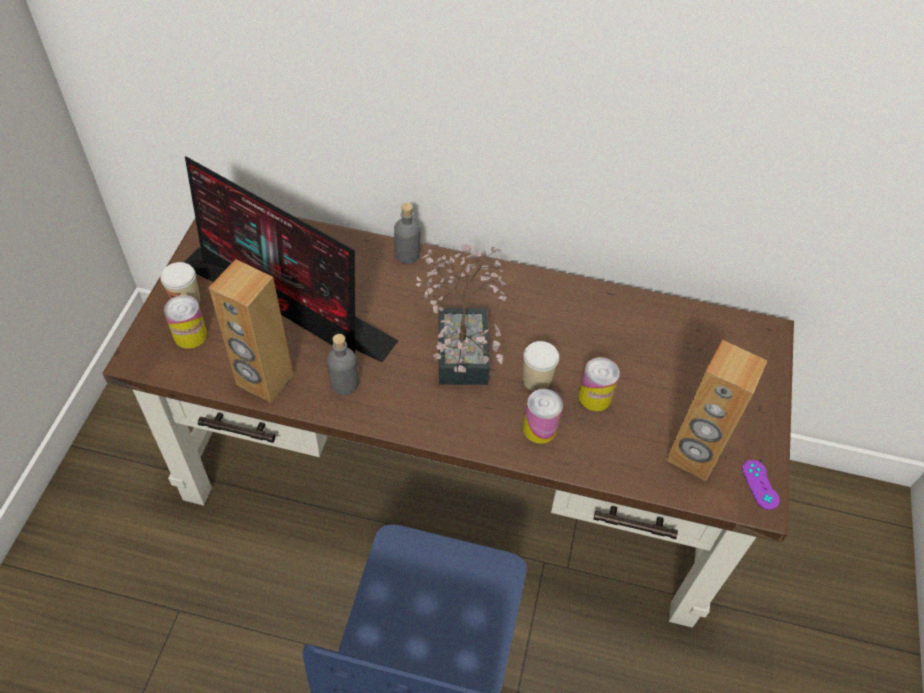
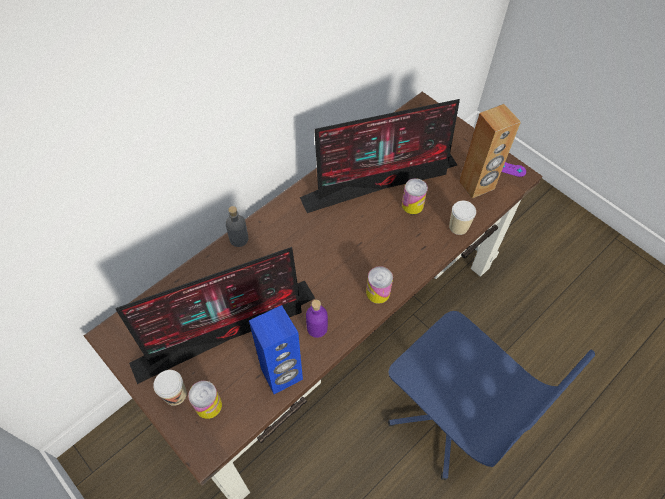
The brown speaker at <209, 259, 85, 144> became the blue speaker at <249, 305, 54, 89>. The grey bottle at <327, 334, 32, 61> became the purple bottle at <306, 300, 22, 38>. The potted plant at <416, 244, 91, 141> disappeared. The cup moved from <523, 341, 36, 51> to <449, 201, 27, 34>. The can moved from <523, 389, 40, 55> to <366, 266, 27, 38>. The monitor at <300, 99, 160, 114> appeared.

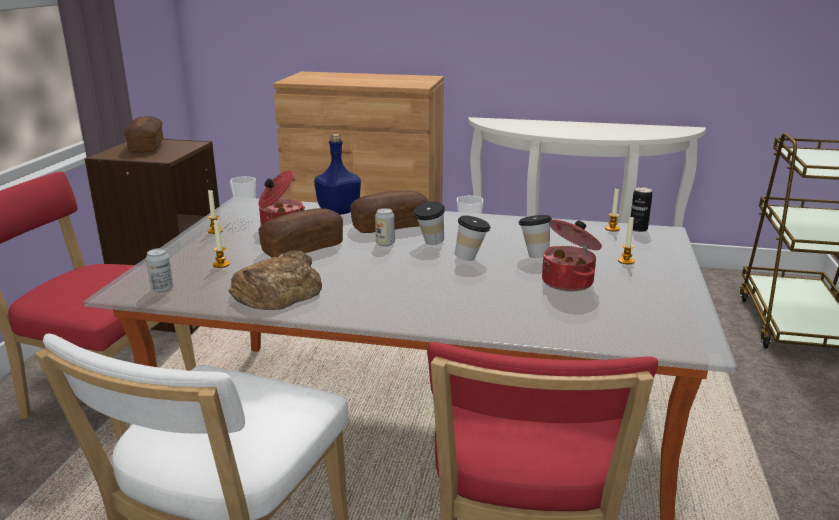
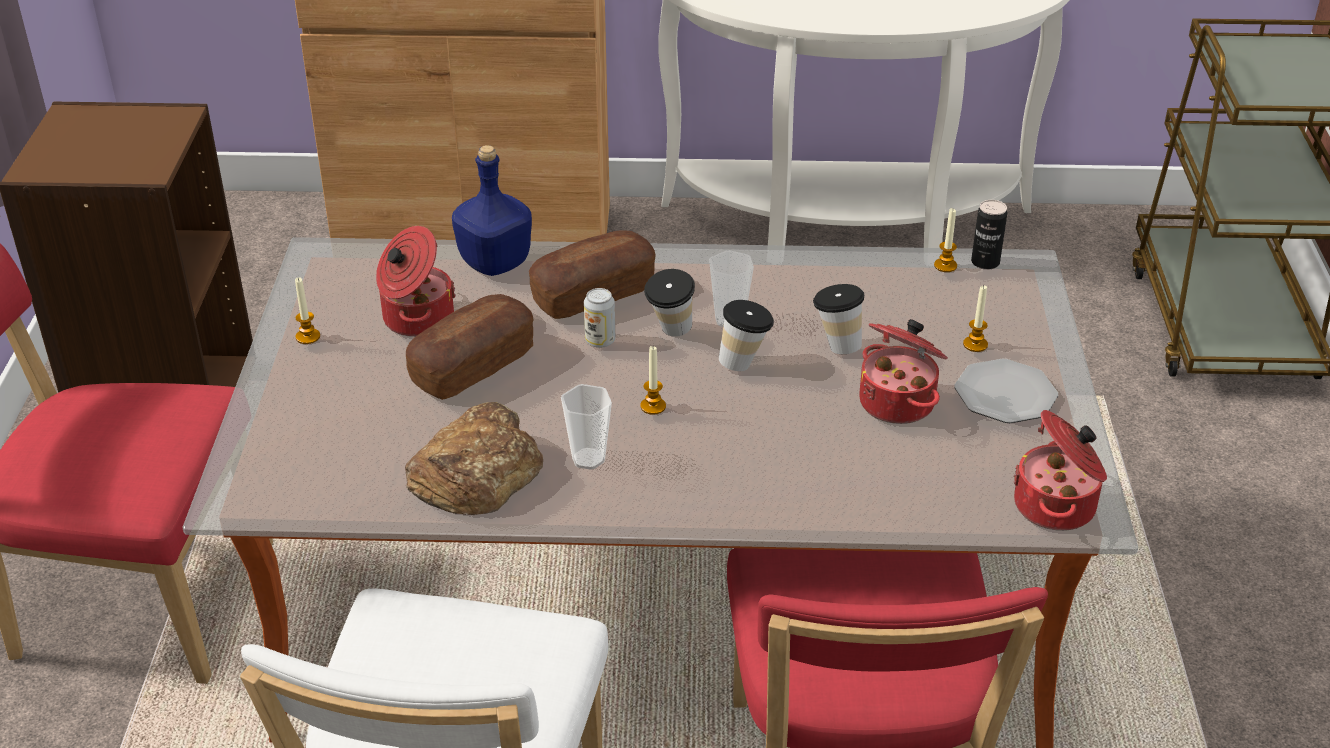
The bread at <124, 116, 39, 37> disappeared. The can at <146, 248, 27, 45> disappeared. The candle moved from <213, 220, 17, 48> to <640, 346, 26, 69>. The cup moved from <230, 176, 26, 45> to <561, 384, 51, 86>. The plate at <954, 359, 104, 64> appeared. The cooking pot at <1014, 410, 93, 121> appeared.

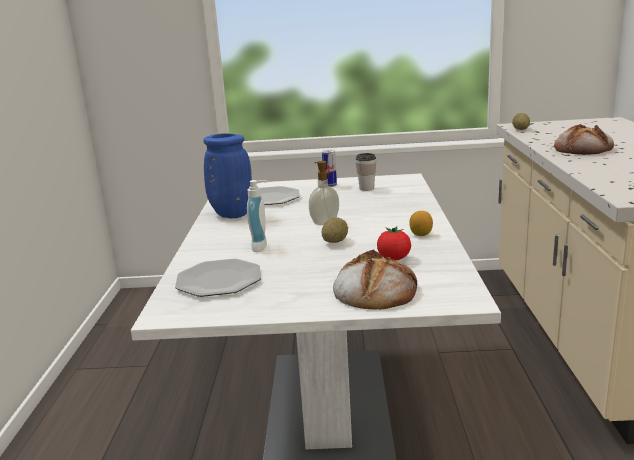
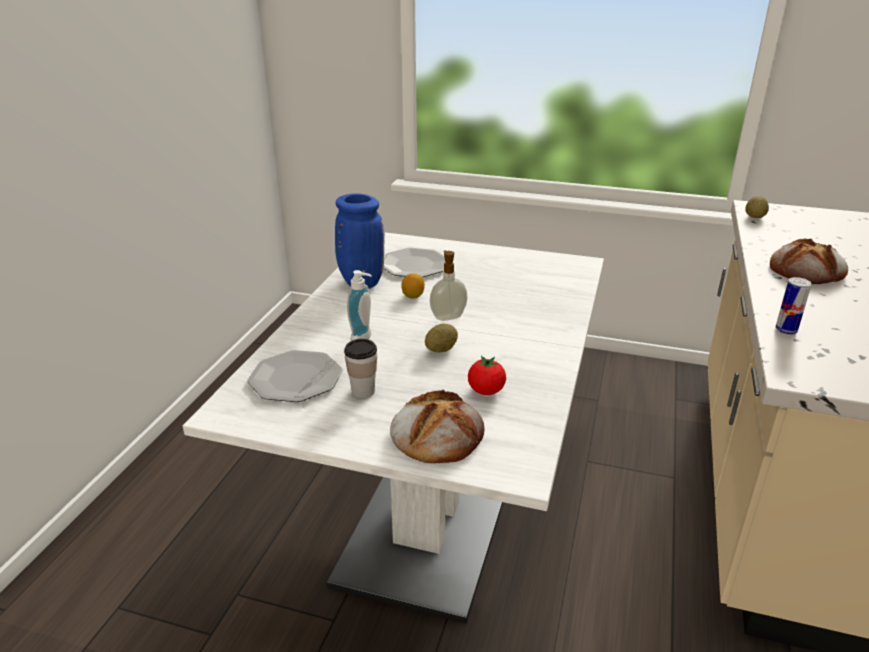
The can moved from <322, 150, 15, 37> to <775, 277, 37, 58>. The cup moved from <356, 153, 20, 38> to <344, 339, 33, 59>. The lemon moved from <409, 211, 24, 25> to <401, 273, 24, 26>.

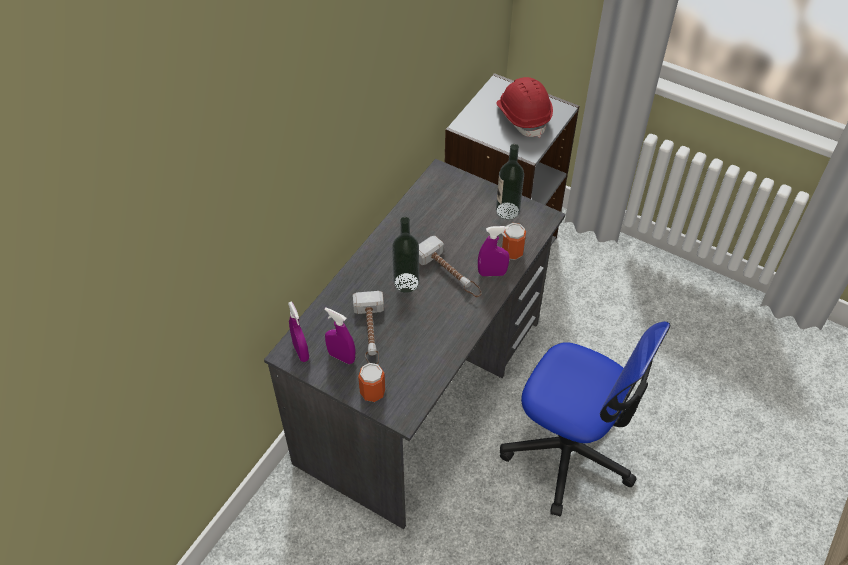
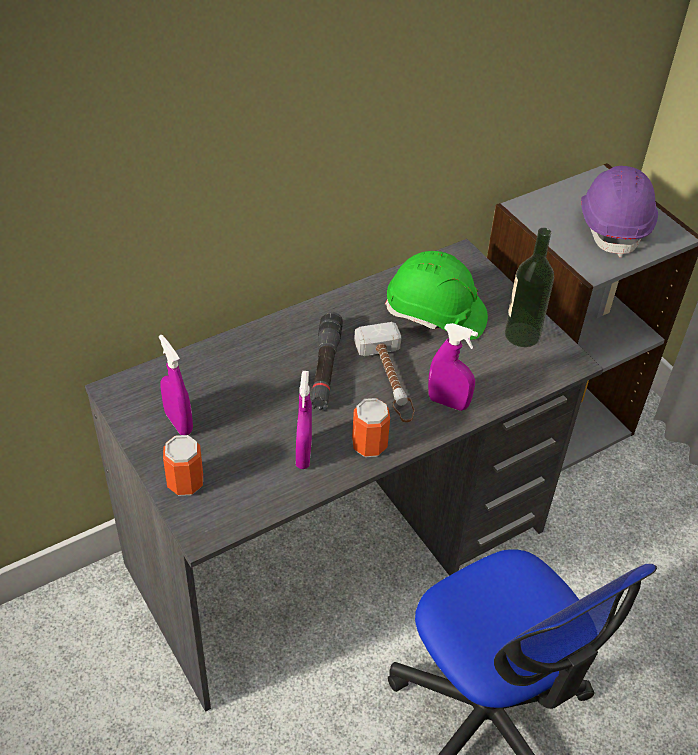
The purple spray bottle moved from <288, 301, 21, 61> to <296, 371, 16, 98>. The hammer at <353, 291, 31, 73> disappeared. The bottle at <392, 217, 27, 76> was replaced by the black flashlight at <311, 312, 32, 98>. The red hard hat at <497, 77, 56, 61> became the purple hard hat at <581, 166, 77, 92>. The can moved from <502, 223, 24, 37> to <352, 398, 38, 59>. The green hard hat at <385, 251, 103, 89> appeared.

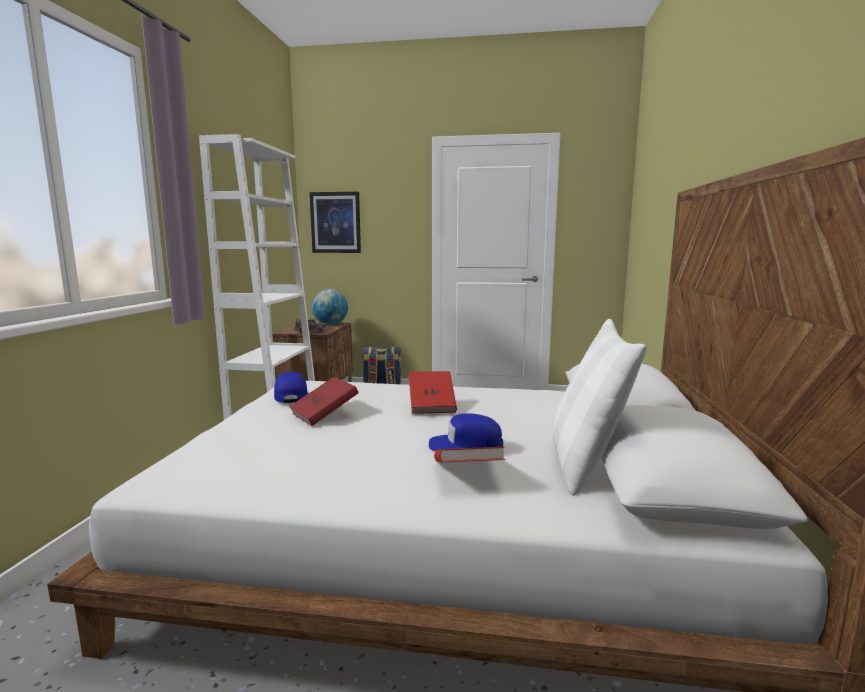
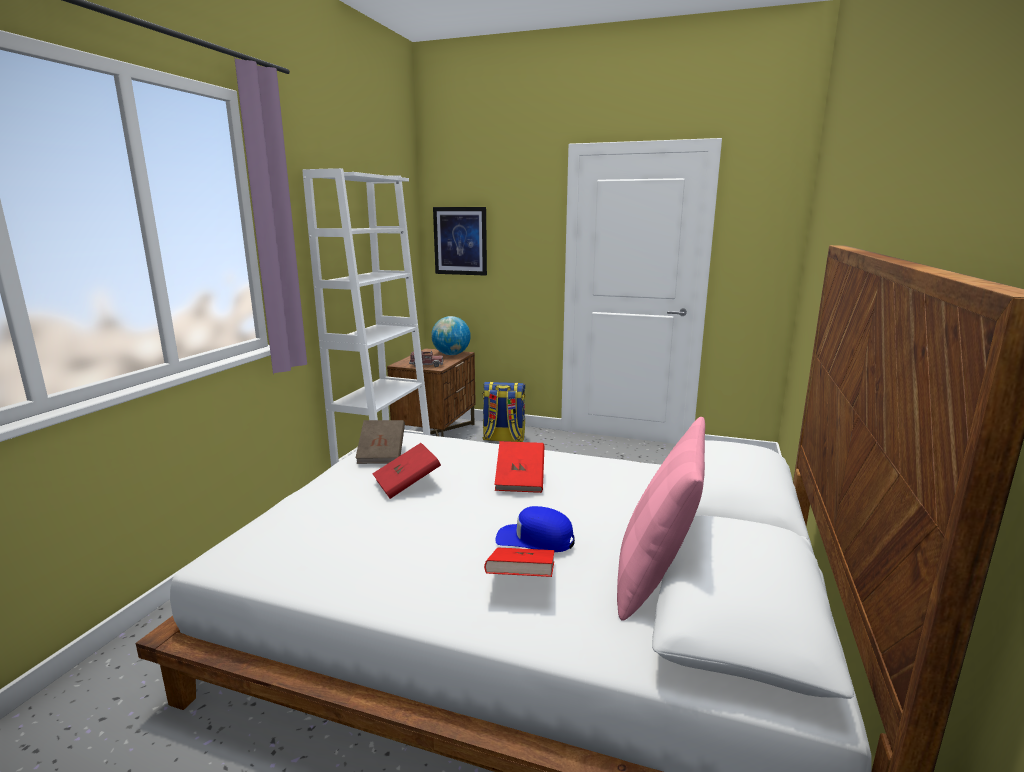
The blue cap at <274, 372, 34, 31> was replaced by the brown book at <355, 420, 50, 44>. The white pillow at <553, 319, 94, 176> became the pink pillow at <617, 417, 88, 204>.

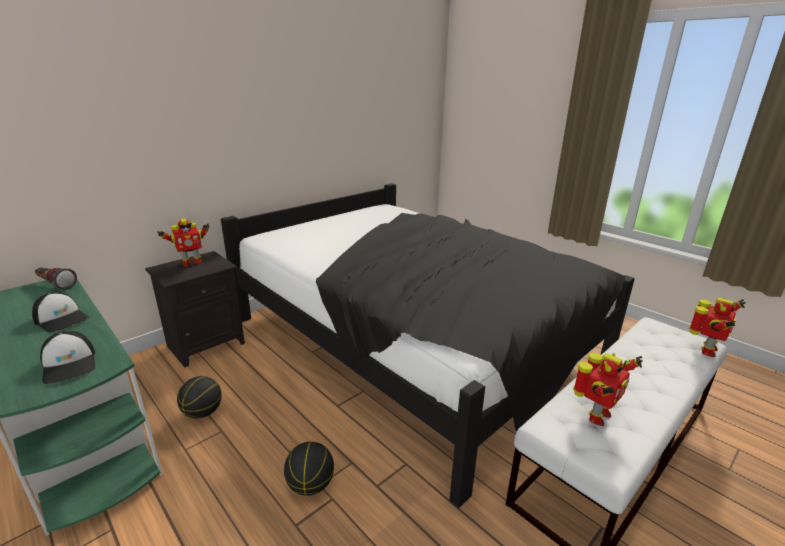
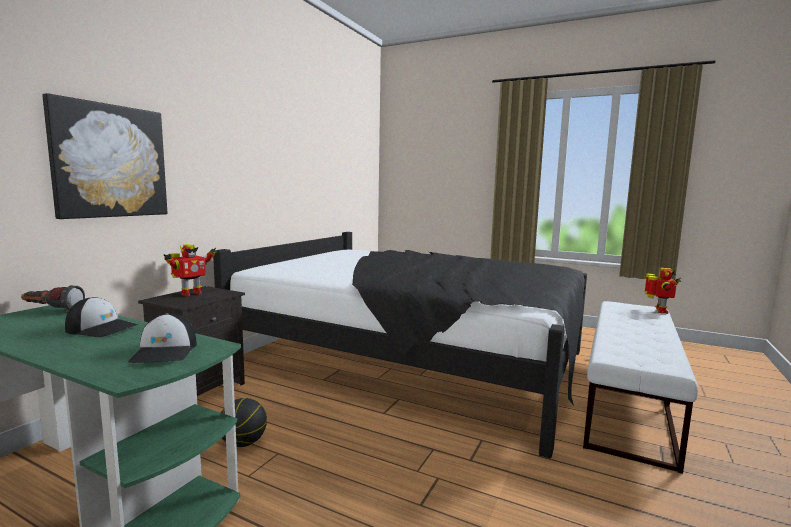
The cap at <40, 331, 55, 53> turned 45 degrees clockwise. The basketball at <284, 442, 50, 54> disappeared. The toy robot at <573, 353, 70, 73> disappeared. The picture at <42, 93, 125, 126> appeared.

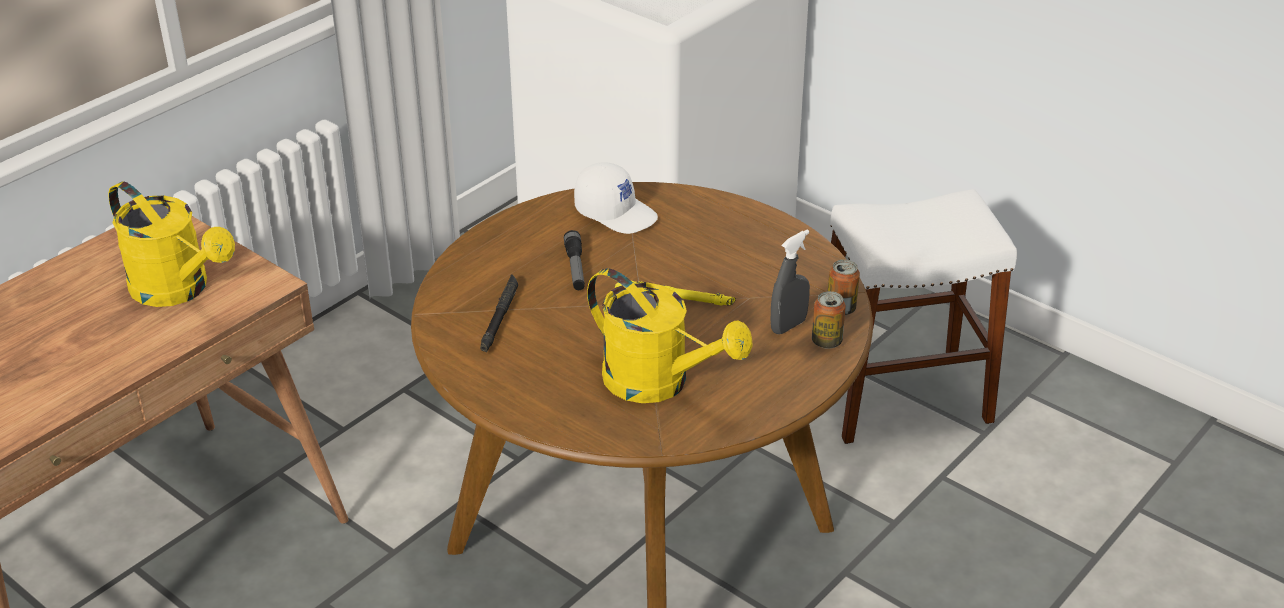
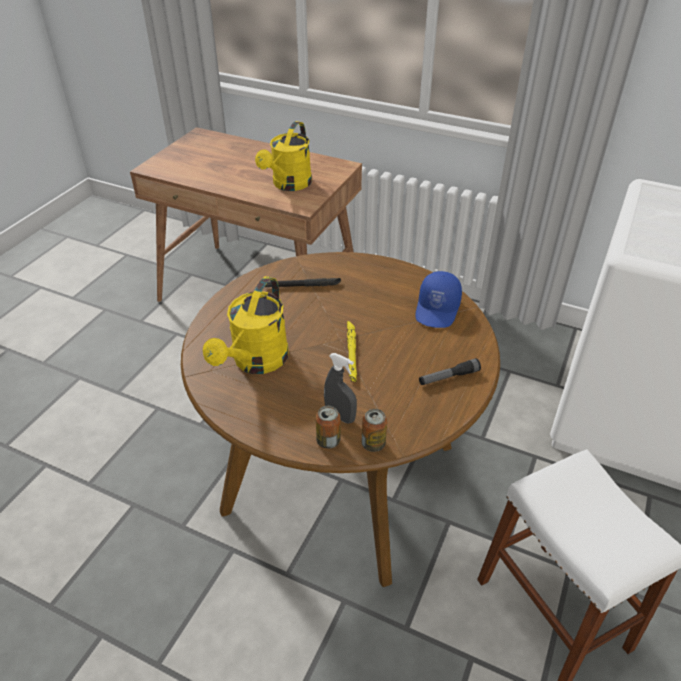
The flashlight moved from <564, 230, 21, 60> to <419, 358, 62, 27>. The white cap at <574, 162, 84, 72> became the blue cap at <416, 271, 46, 57>.

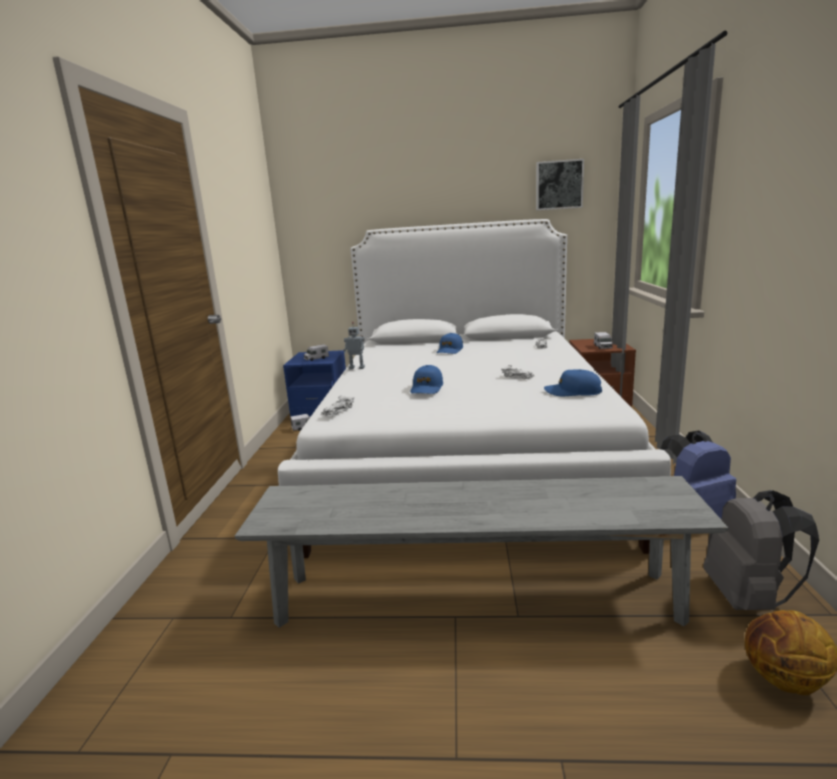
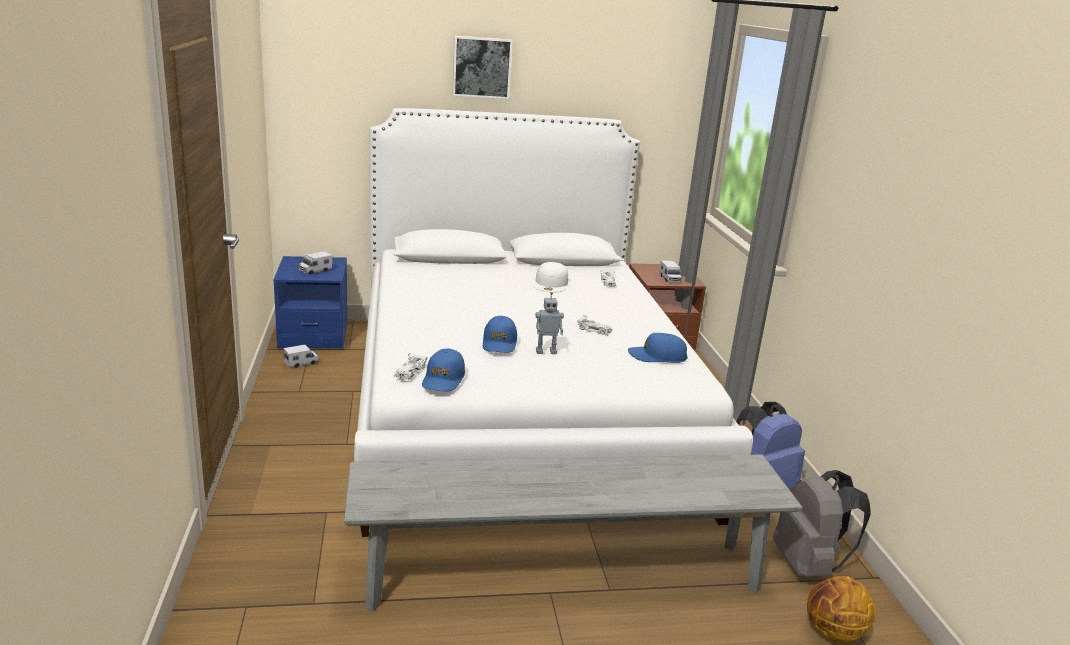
The toy robot moved from <344, 322, 21, 47> to <535, 292, 29, 62>. The blue cap moved from <437, 333, 26, 21> to <422, 349, 43, 42>. The picture moved from <536, 159, 48, 52> to <452, 36, 61, 63>. The white cap at <533, 262, 35, 30> appeared.

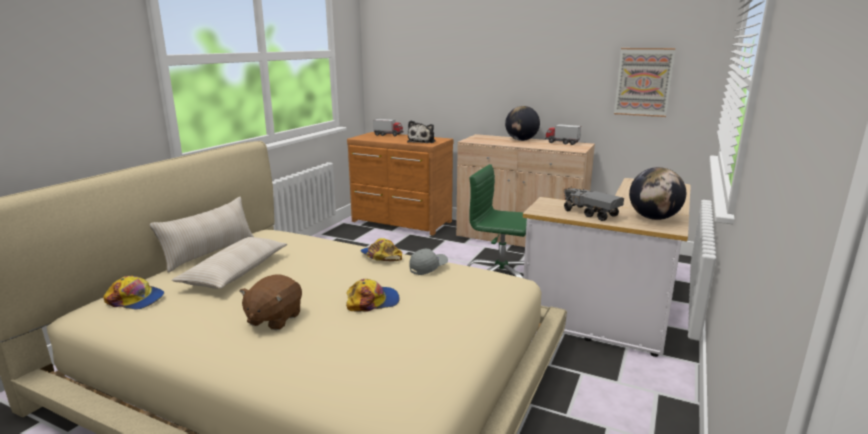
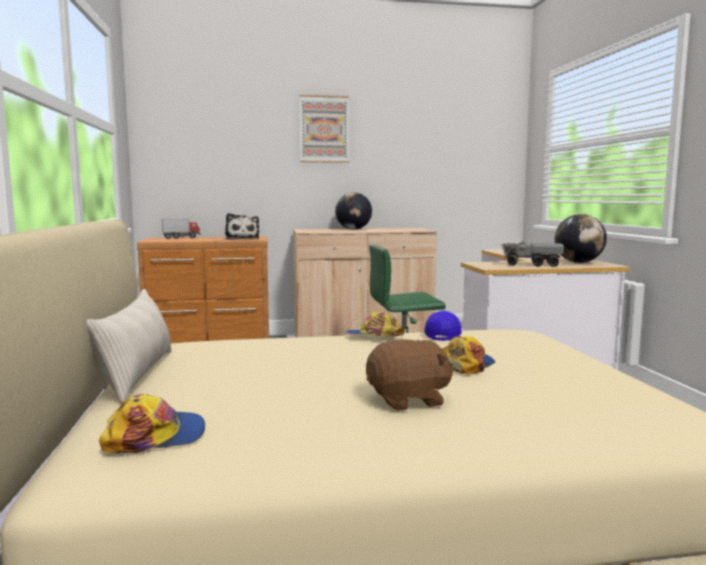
The beige pillow at <172, 237, 115, 52> disappeared. The brown plush toy at <239, 274, 63, 56> turned 90 degrees counterclockwise. The grey cap at <409, 249, 39, 26> became the blue cap at <424, 311, 37, 30>. The toy truck at <545, 124, 36, 21> disappeared. The picture moved from <614, 48, 62, 69> to <299, 95, 50, 68>.

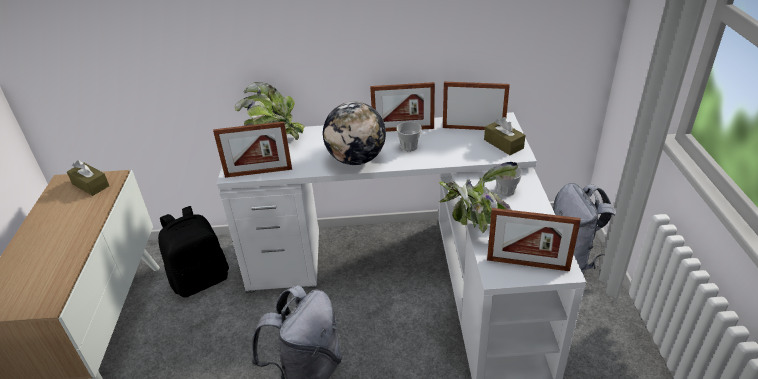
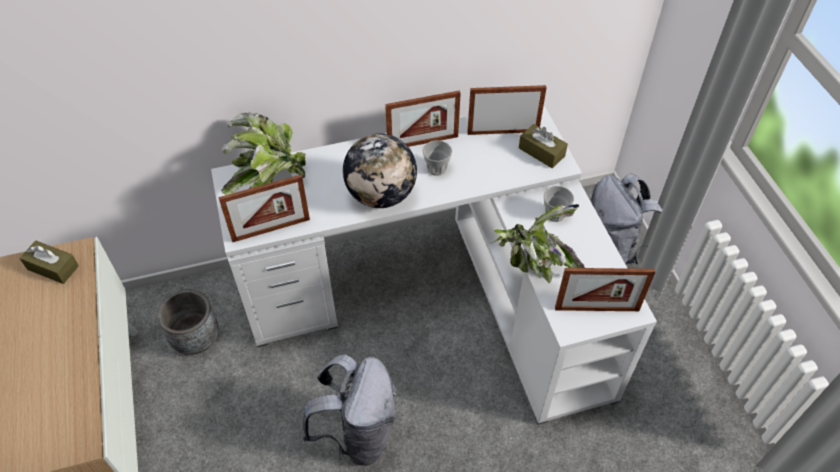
The black backpack at <158, 206, 71, 92> was replaced by the grey planter at <157, 289, 62, 65>.

